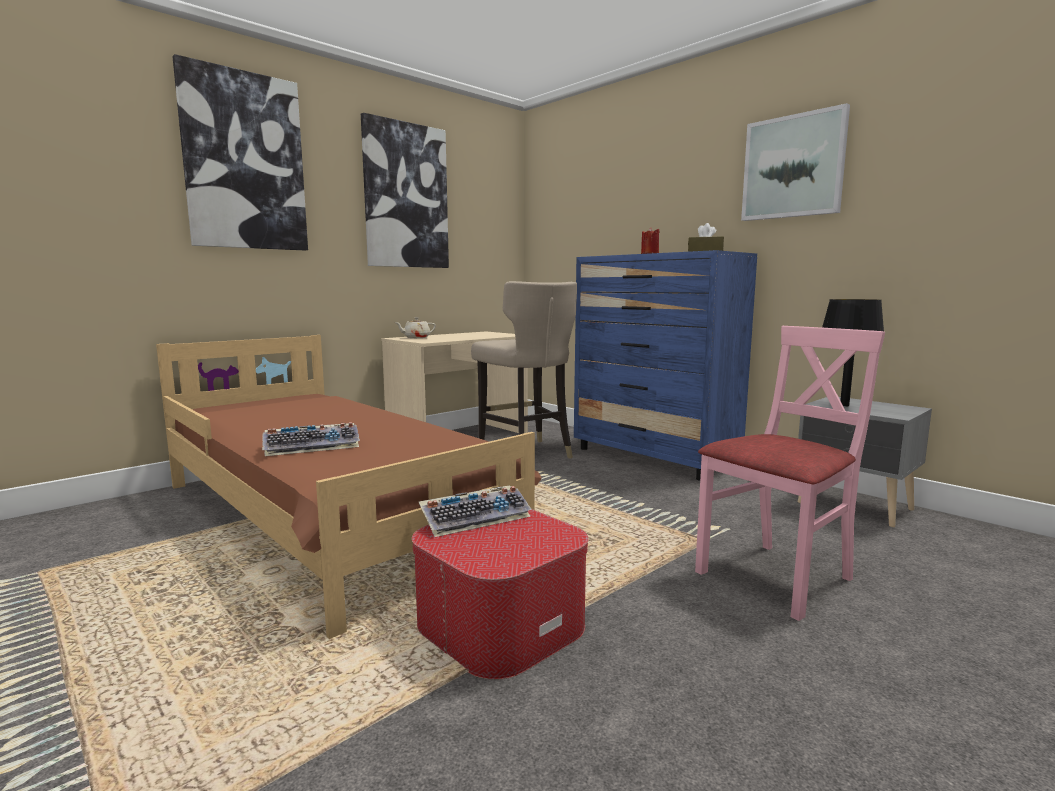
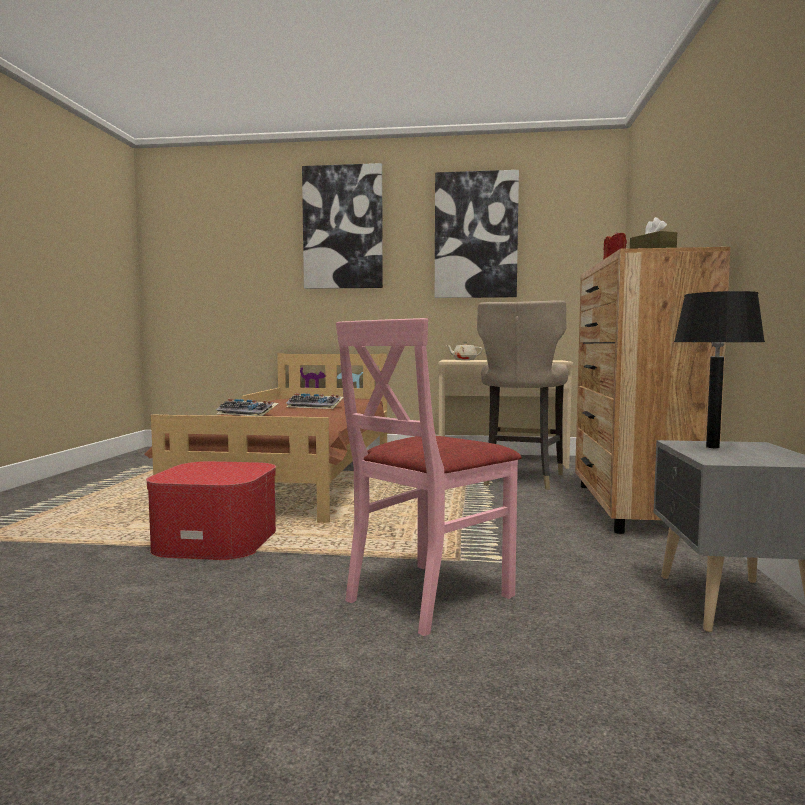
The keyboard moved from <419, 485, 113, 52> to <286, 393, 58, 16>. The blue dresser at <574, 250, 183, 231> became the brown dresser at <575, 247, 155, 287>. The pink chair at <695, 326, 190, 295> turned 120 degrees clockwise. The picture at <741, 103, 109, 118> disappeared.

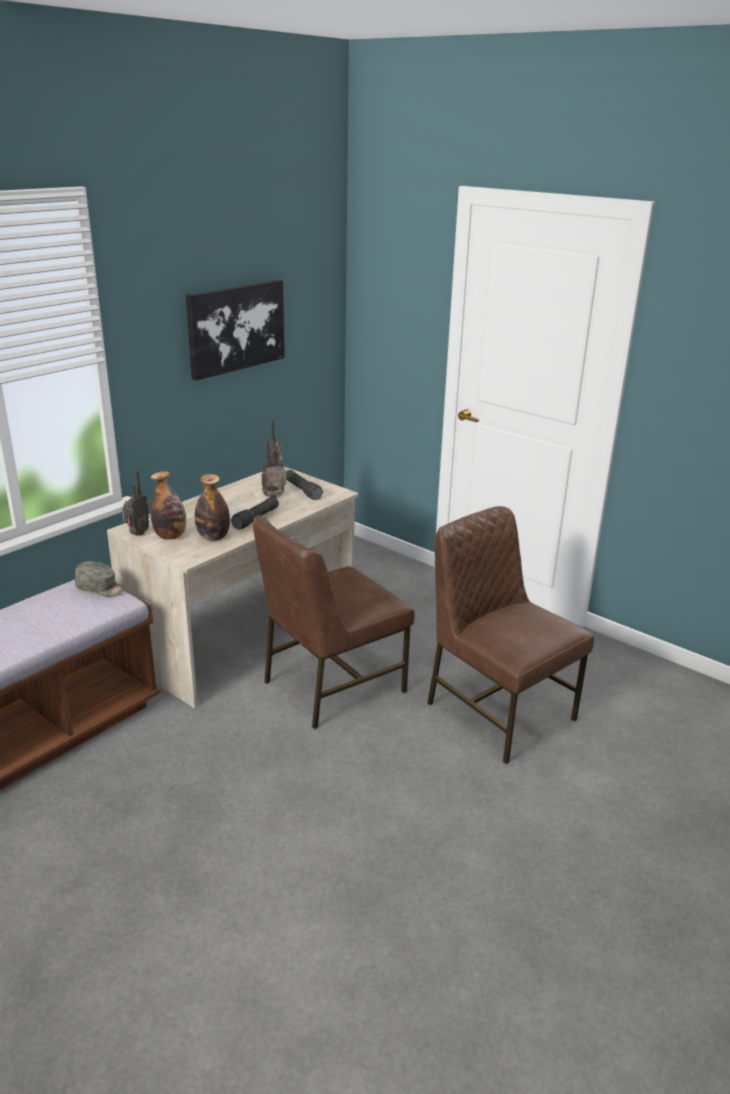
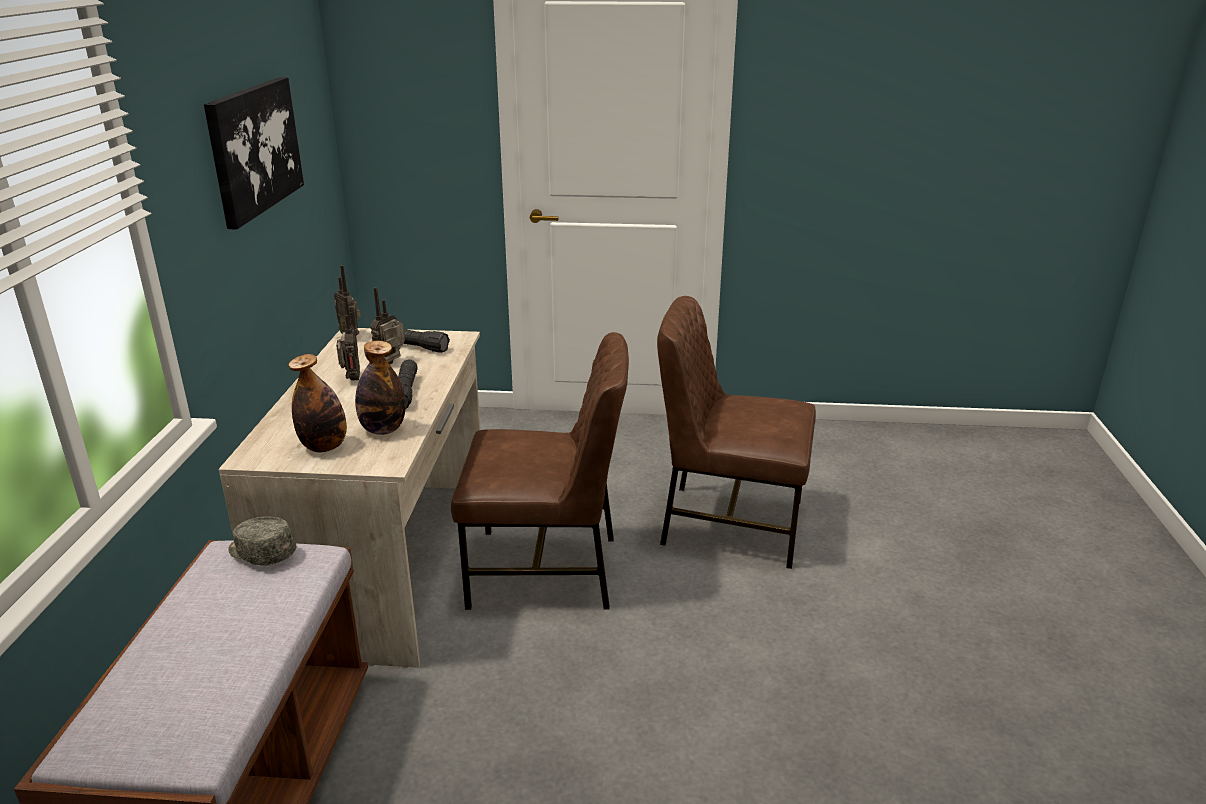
The grey cap at <75, 561, 49, 36> turned 135 degrees counterclockwise. The radio moved from <122, 470, 28, 66> to <336, 296, 24, 84>. The brown chair at <253, 515, 162, 214> turned 105 degrees counterclockwise.

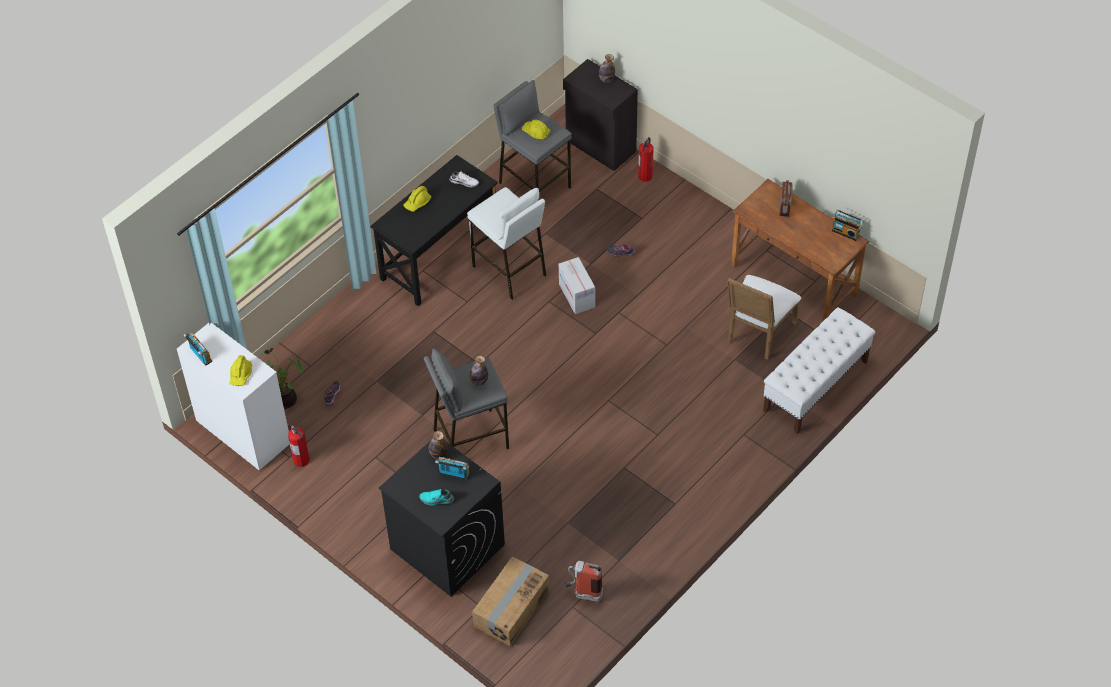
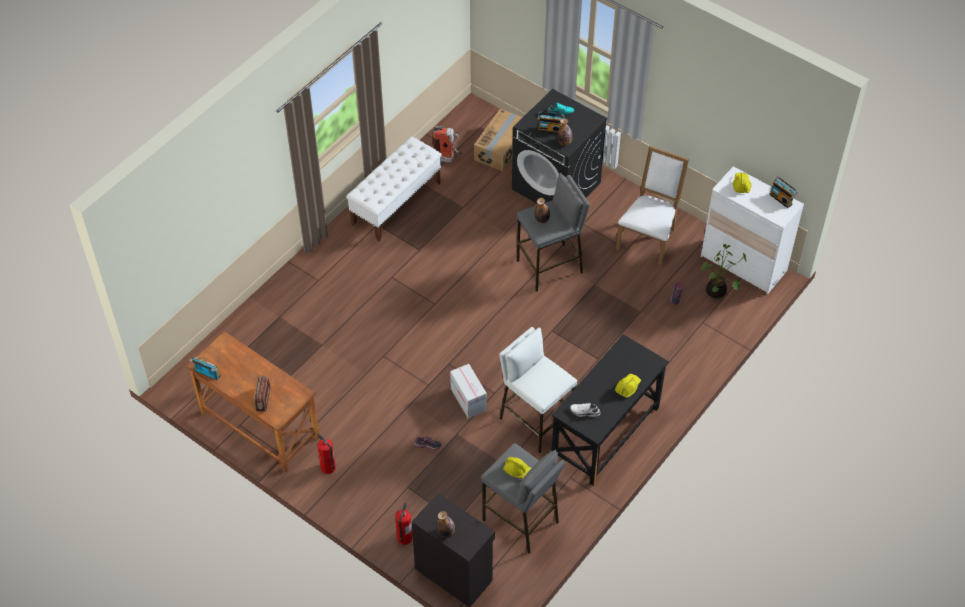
The fire extinguisher moved from <288, 424, 22, 43> to <317, 433, 19, 41>. The white chair moved from <727, 275, 74, 85> to <616, 146, 73, 119>. The white bench moved from <763, 307, 112, 127> to <346, 136, 96, 105>.

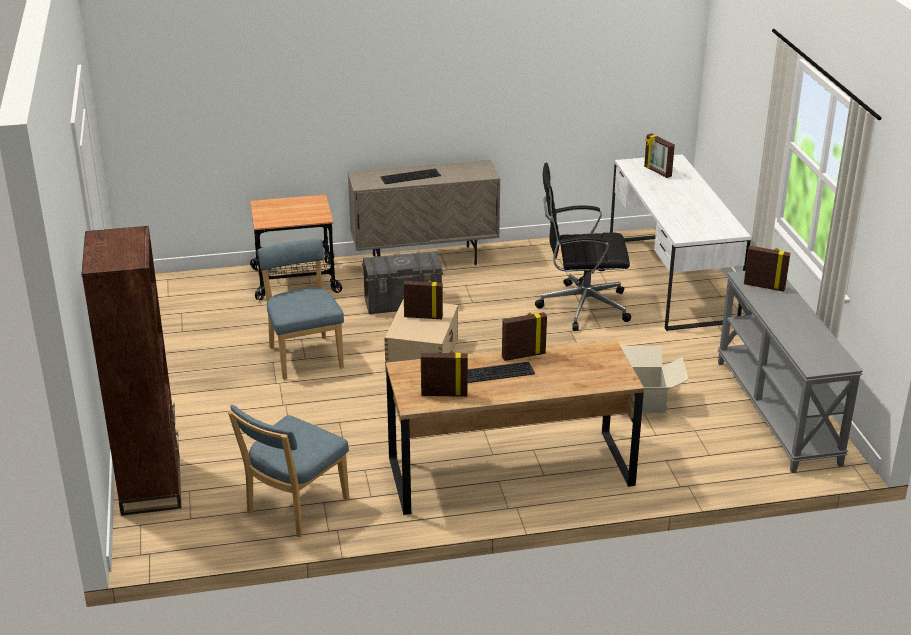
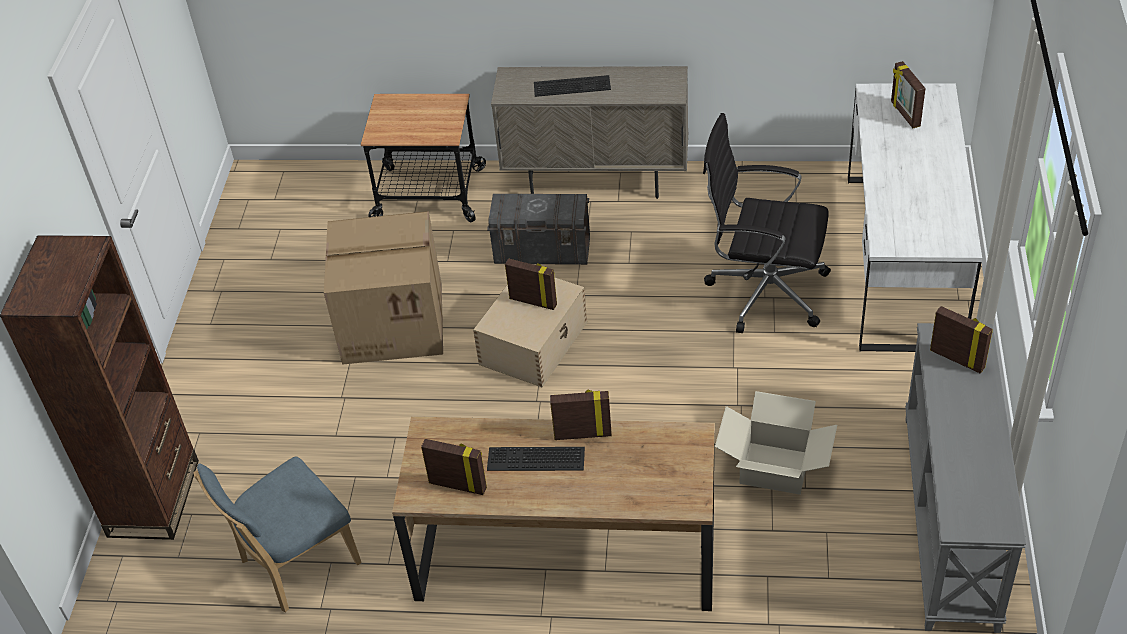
The blue chair at <258, 239, 86, 141> was replaced by the cardboard box at <324, 211, 119, 154>.

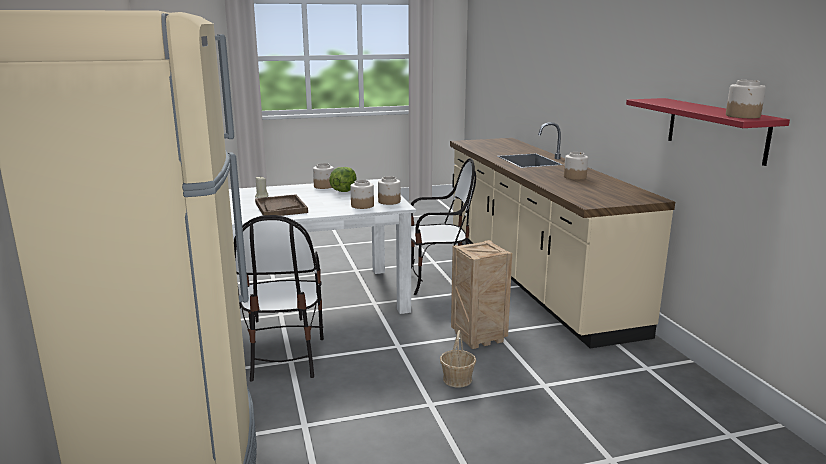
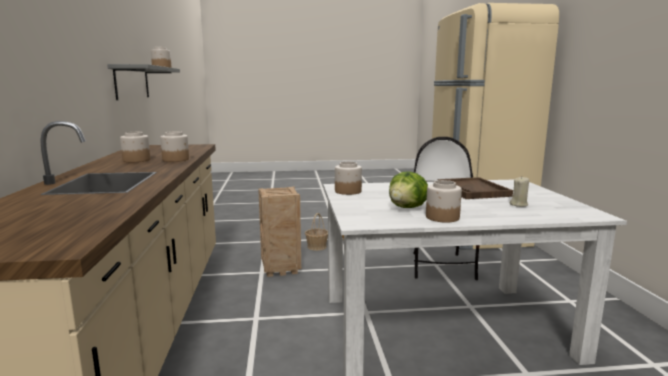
The jar moved from <350, 180, 24, 29> to <160, 131, 29, 31>. The chair at <411, 158, 65, 137> disappeared. The red shelf at <626, 98, 164, 68> became the grey shelf at <107, 64, 73, 36>.

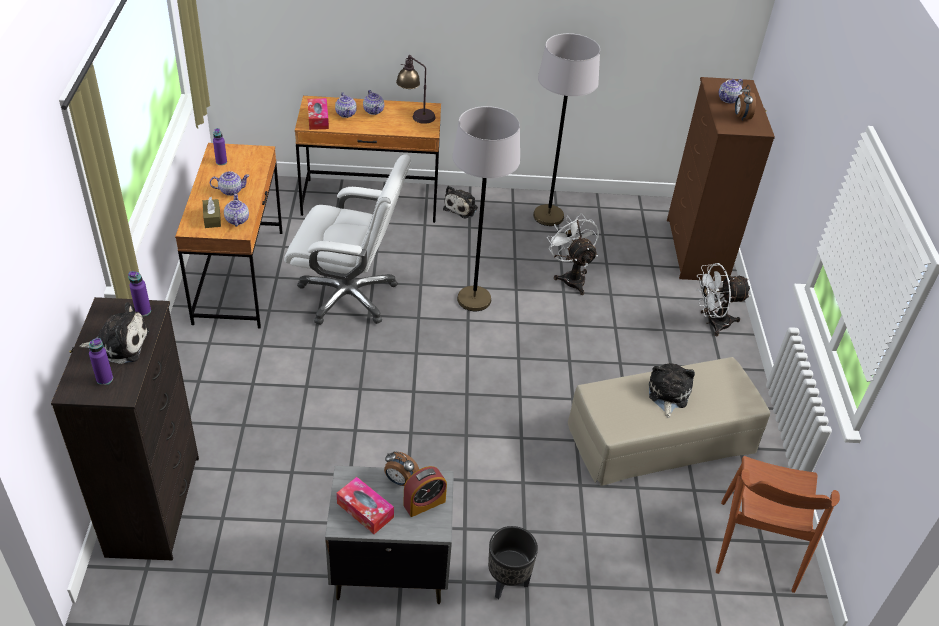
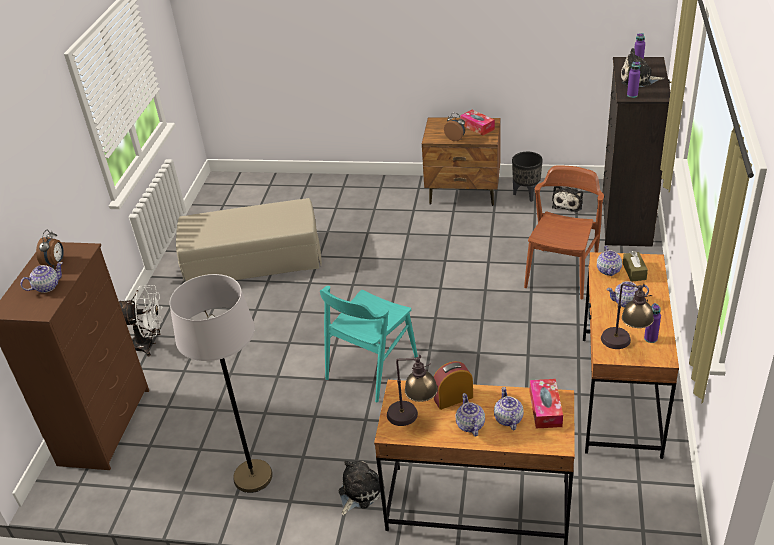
The white office chair at <284, 154, 127, 171> disappeared. The grey nightstand at <325, 466, 129, 138> became the brown nightstand at <422, 117, 79, 89>. The alarm clock moved from <403, 466, 44, 51> to <434, 361, 39, 49>. The grey floor lamp at <452, 106, 68, 205> was replaced by the turquoise chair at <320, 286, 98, 116>. The black planter moved from <488, 526, 50, 73> to <512, 152, 31, 50>. The white fan at <547, 213, 52, 82> disappeared. The plush toy moved from <649, 363, 46, 55> to <552, 186, 31, 26>. The brown chair moved from <716, 456, 124, 137> to <524, 165, 80, 134>. The table lamp at <601, 284, 53, 65> appeared.

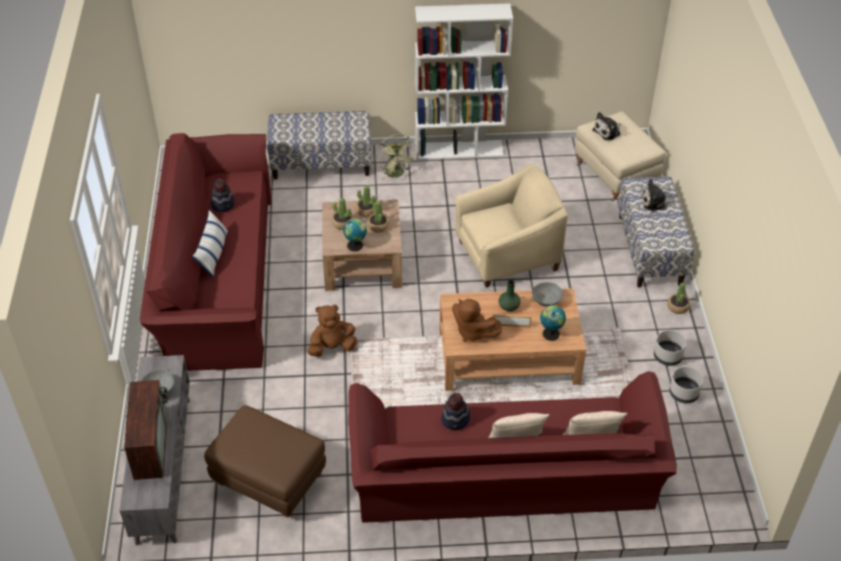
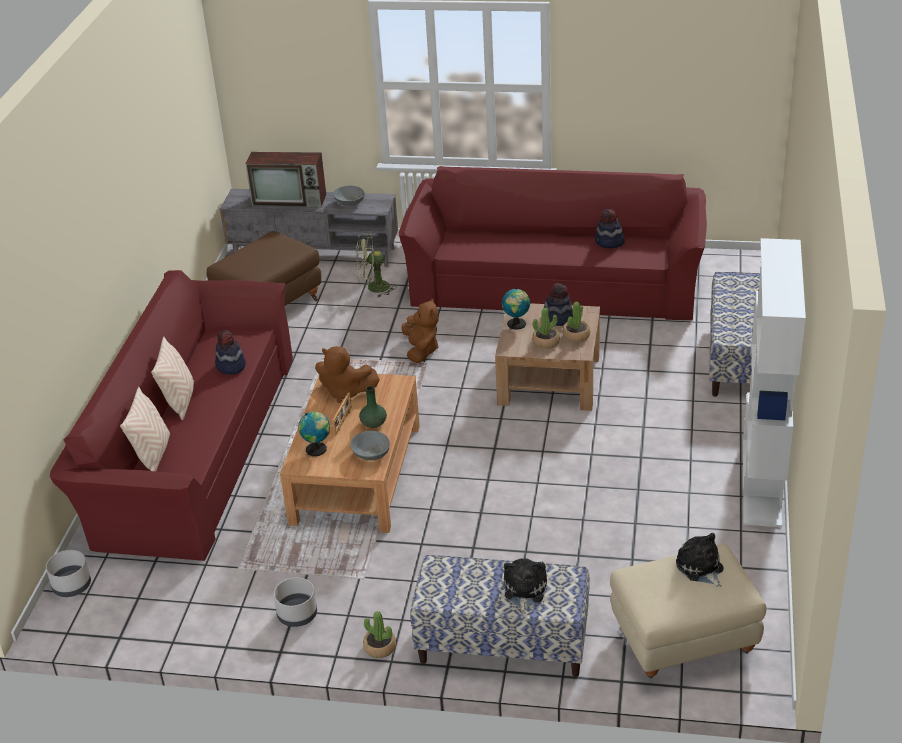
The pillow at <192, 210, 37, 69> disappeared. The potted plant at <331, 198, 22, 32> was replaced by the hat at <544, 283, 29, 43>. The green fan moved from <376, 134, 41, 46> to <356, 234, 41, 63>. The brown plush toy at <452, 299, 50, 43> turned 120 degrees counterclockwise. The beige armchair at <455, 164, 113, 123> disappeared. The grey planter moved from <670, 367, 33, 36> to <46, 550, 45, 47>.

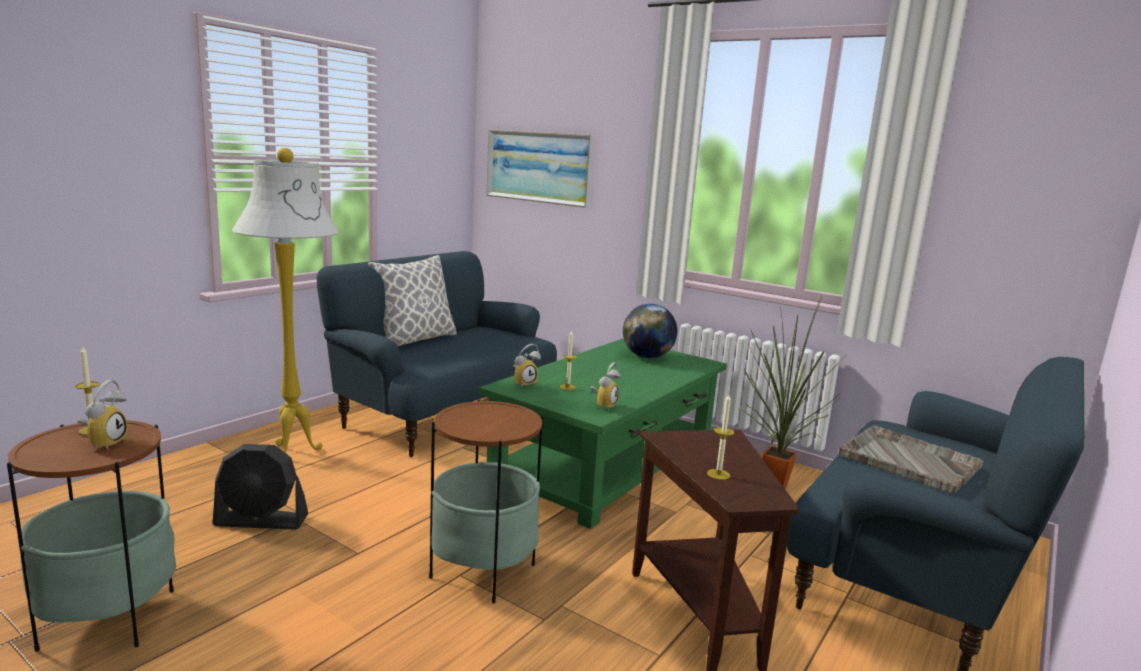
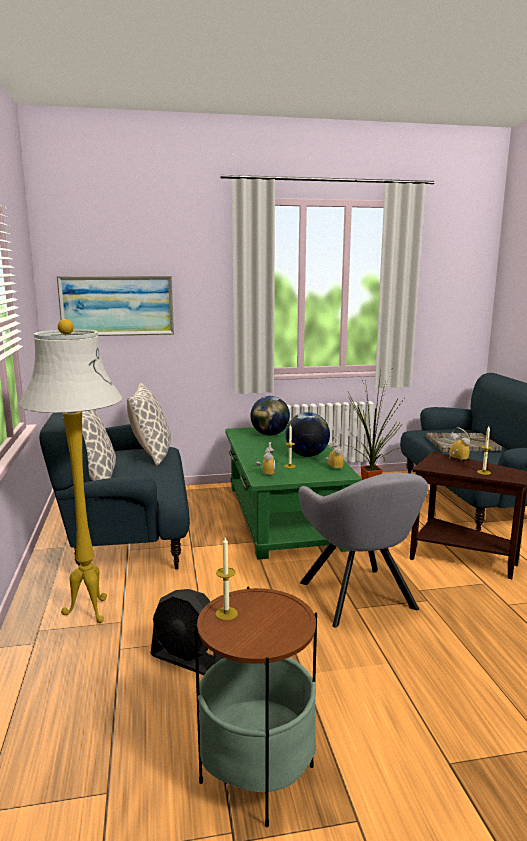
The alarm clock moved from <77, 380, 51, 70> to <449, 427, 21, 34>. The black fan at <212, 444, 96, 86> turned 75 degrees clockwise. The side table at <429, 400, 114, 203> was replaced by the grey armchair at <298, 473, 131, 155>. The pillow at <127, 383, 44, 83> appeared. The globe at <286, 412, 44, 45> appeared.

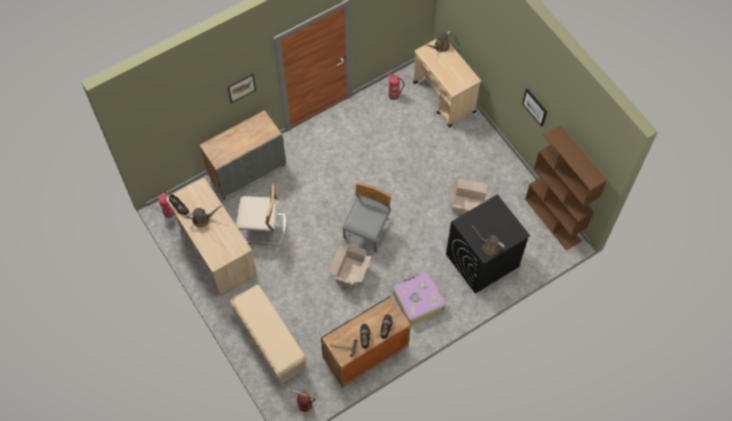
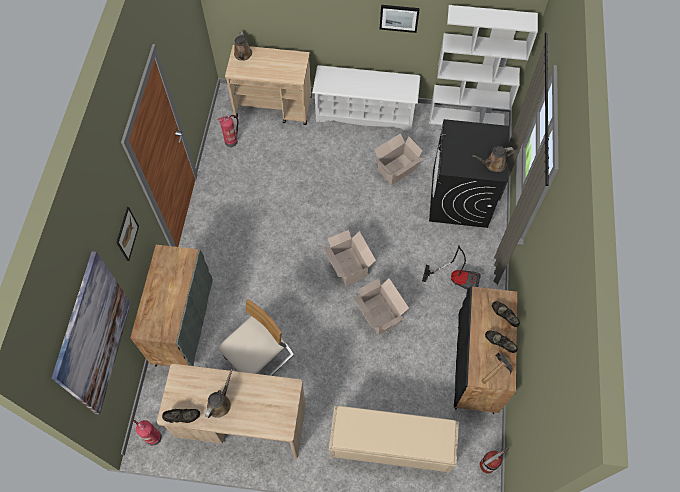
The grey chair at <343, 182, 49, 70> was replaced by the cardboard box at <323, 230, 53, 56>. The suitcase at <393, 272, 53, 53> was replaced by the vacuum cleaner at <422, 245, 59, 46>. The brown bookcase at <525, 125, 82, 126> became the white bookcase at <429, 5, 109, 120>. The picture at <52, 251, 79, 163> appeared. The white shoe rack at <312, 65, 108, 66> appeared.

